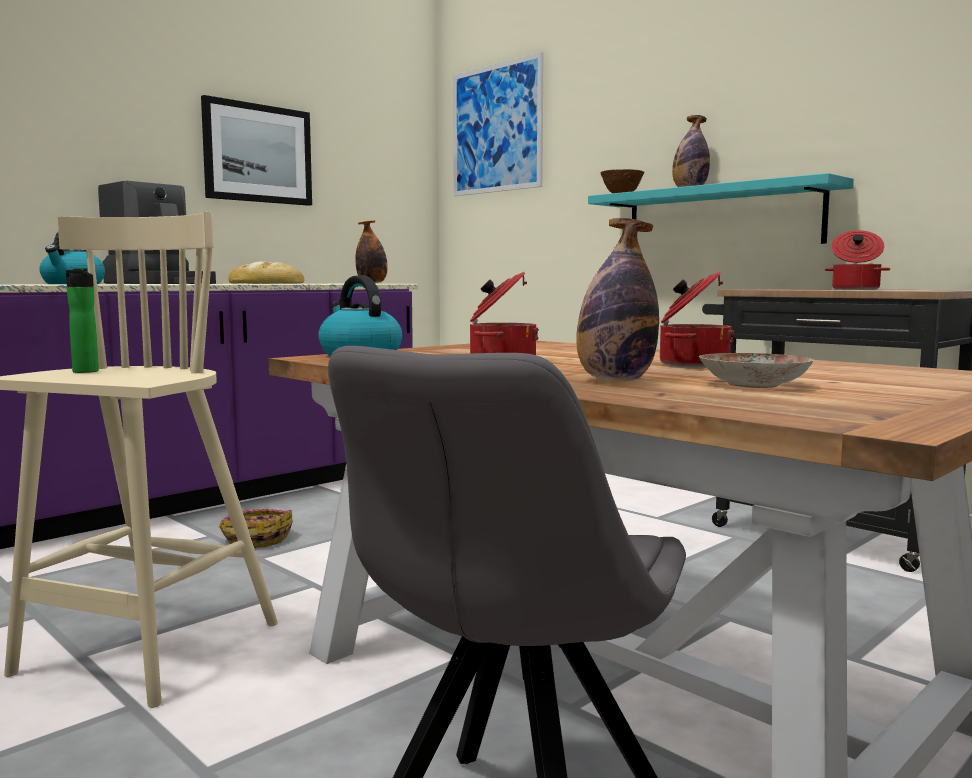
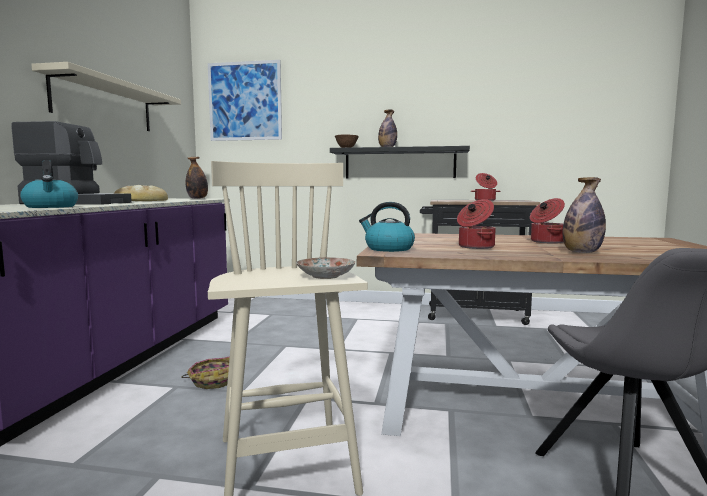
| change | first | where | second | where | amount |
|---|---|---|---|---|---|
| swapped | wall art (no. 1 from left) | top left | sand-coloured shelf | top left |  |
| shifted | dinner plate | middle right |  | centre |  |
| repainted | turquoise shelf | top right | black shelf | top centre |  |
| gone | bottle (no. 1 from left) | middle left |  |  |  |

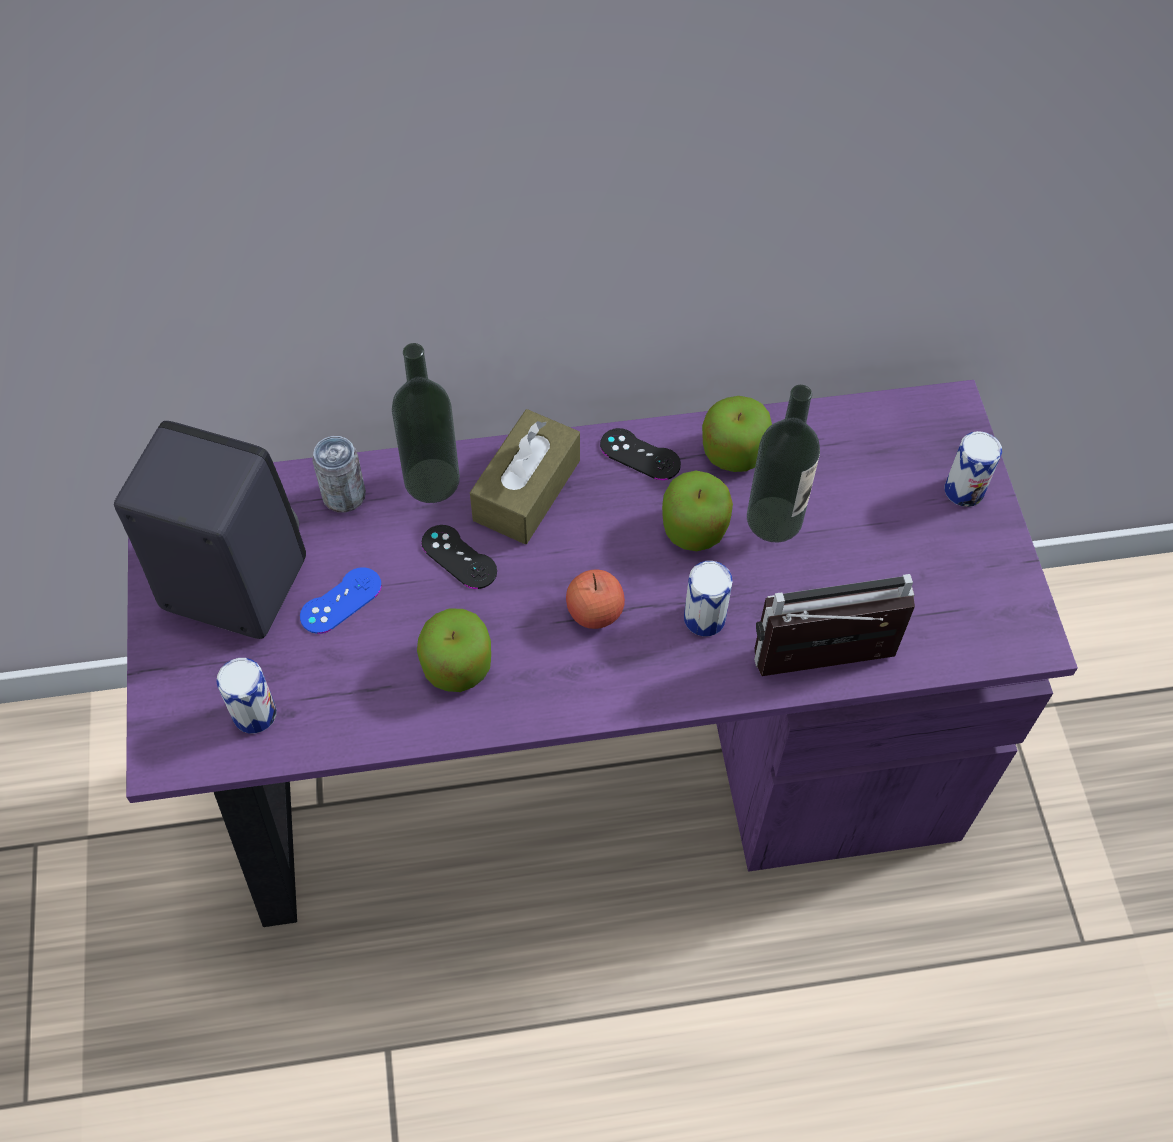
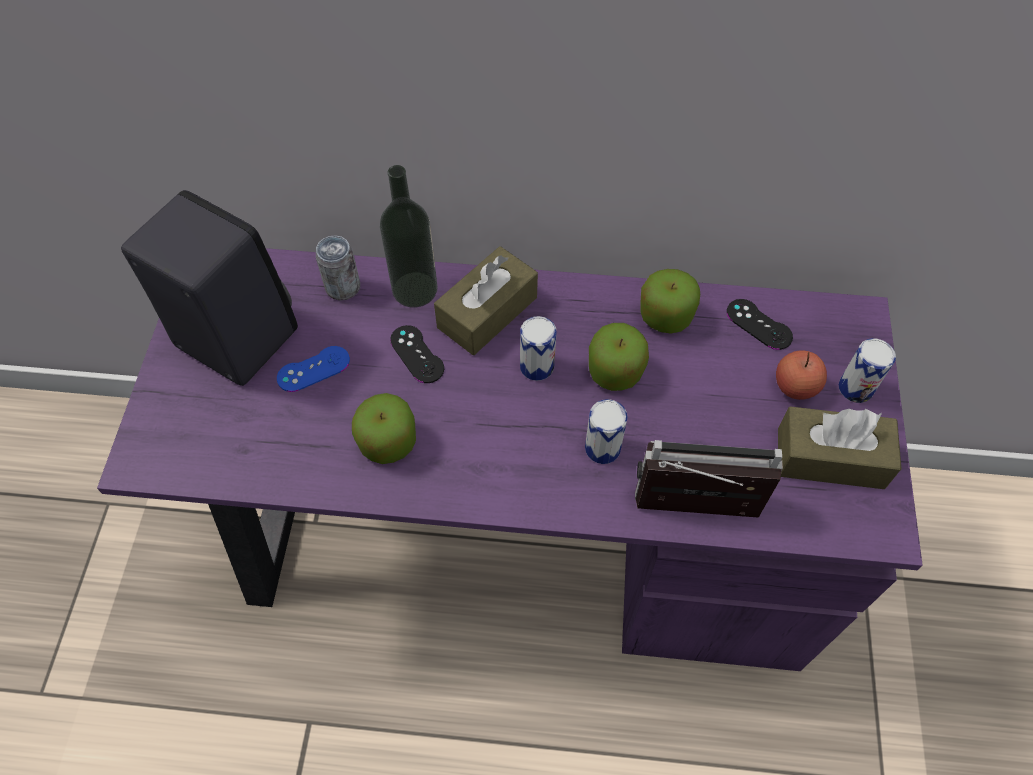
| change | first | where | second | where | amount |
|---|---|---|---|---|---|
| shifted | sealed can (no. 1 from left in the first image) | middle left | sealed can (no. 2 from left) | centre |  |
| shifted | black game controller (no. 2 from left) | centre |  | middle right |  |
| shifted | apple fruit (no. 2 from left in the first image) | centre | apple fruit (no. 4 from left) | middle right |  |
| new |  |  | brownish tissue box (no. 2 from left) | middle right |  |
| gone | bottle (no. 2 from left) | middle right |  |  |  |

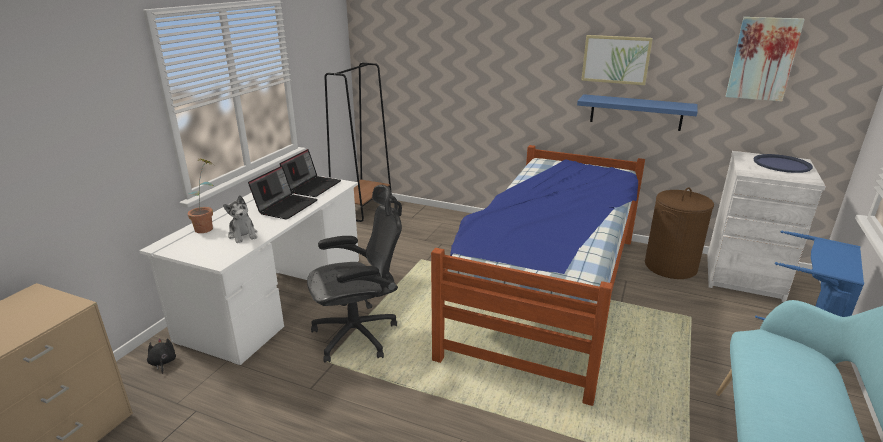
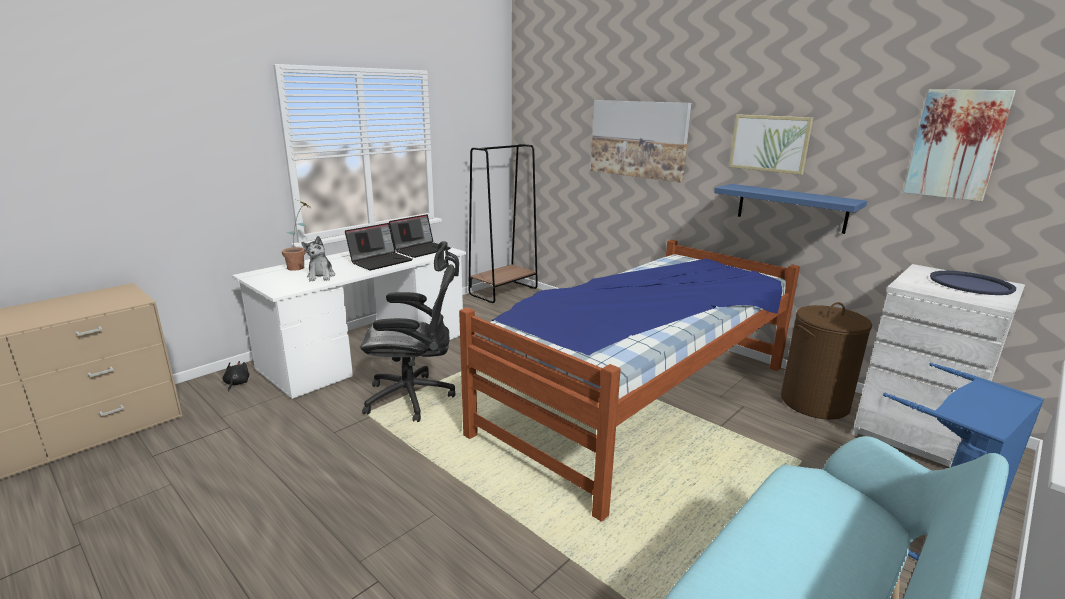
| change | first | where | second | where | amount |
|---|---|---|---|---|---|
| new |  |  | wall art (no. 1 from left) | top centre |  |

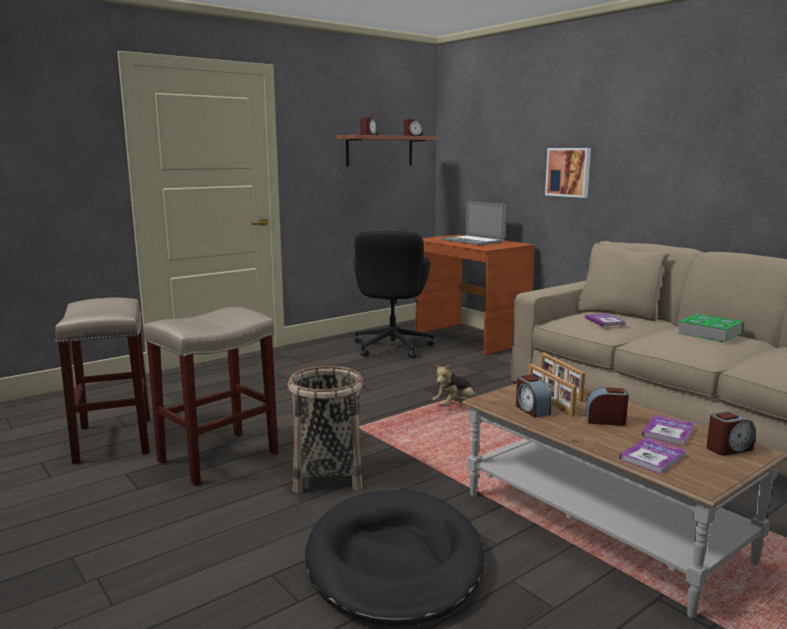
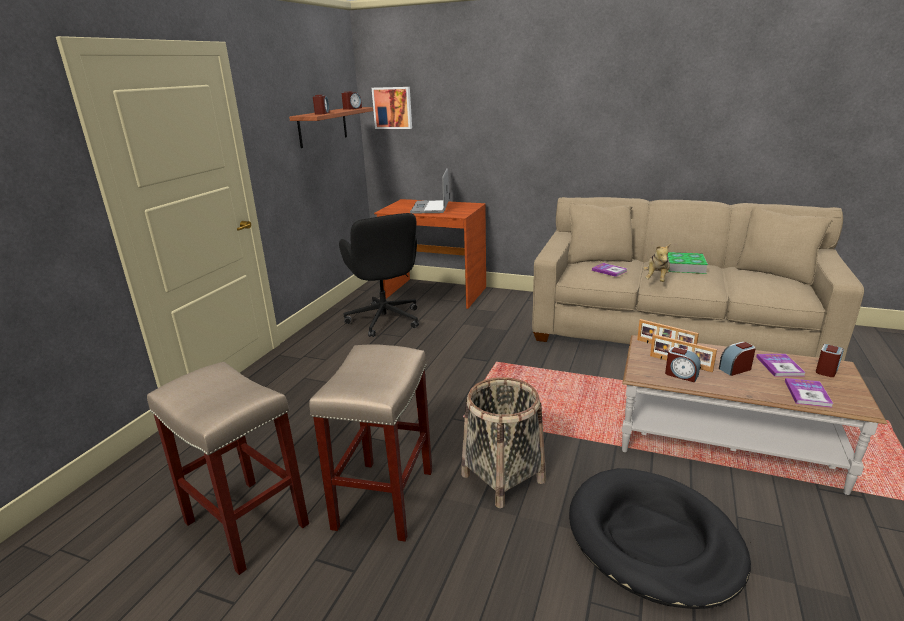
| change | first | where | second | where | amount |
|---|---|---|---|---|---|
| shifted | wall art | top right |  | top centre |  |
| rotated | laptop | centre |  | top centre | 75 degrees clockwise |
| shifted | cuddly toy | centre |  | middle right |  |

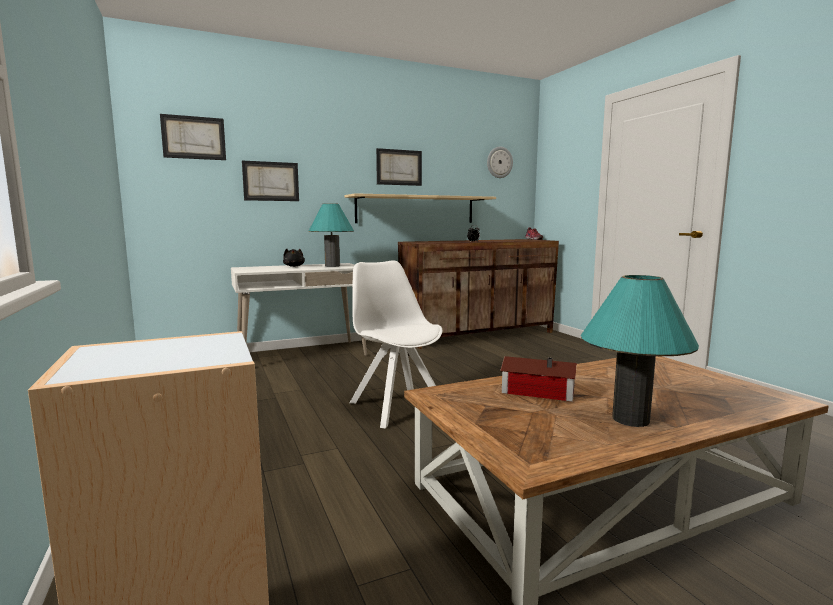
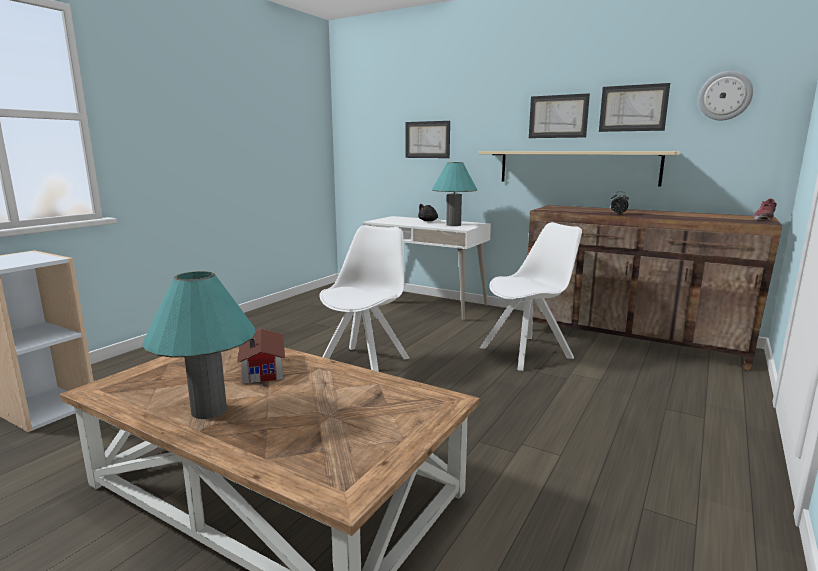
| change | first | where | second | where | amount |
|---|---|---|---|---|---|
| new |  |  | white-coloured upright chair (no. 2 from left) | centre |  |
| shifted | wall art (no. 1 from left in the first image) | top left | wall art (no. 3 from left) | top right |  |

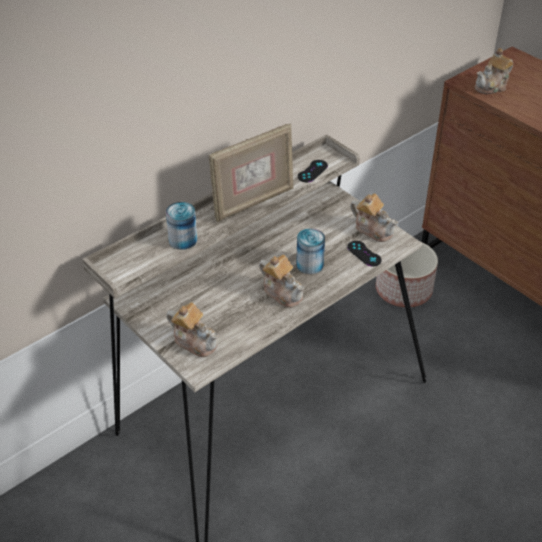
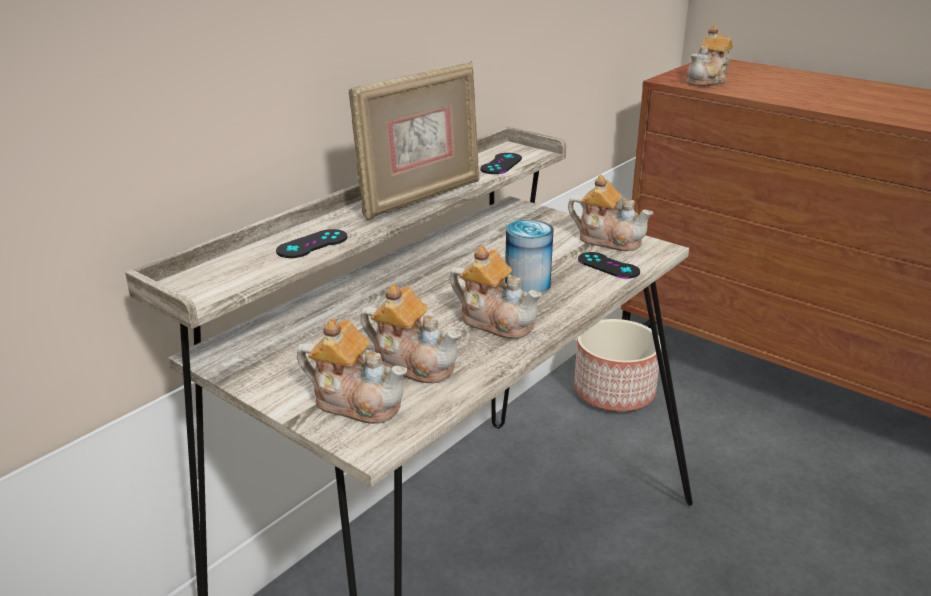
| change | first | where | second | where | amount |
|---|---|---|---|---|---|
| swapped | sealed can (no. 1 from left) | centre | black game controller (no. 1 from left) | centre |  |
| new |  |  | pot for tea (no. 2 from left) | centre |  |

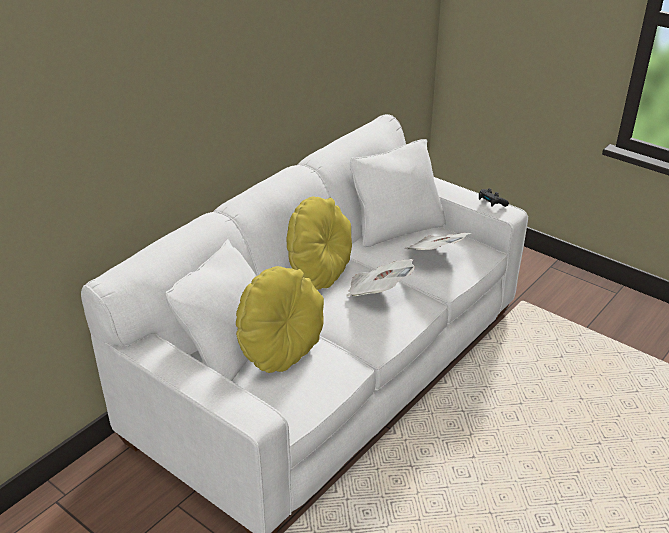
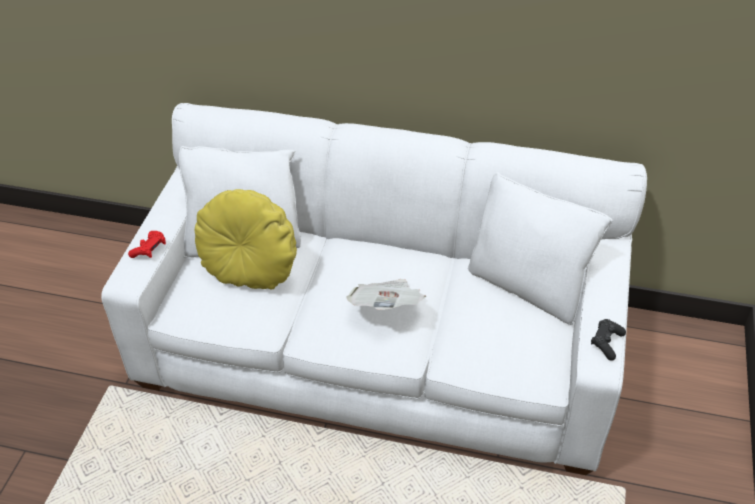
| change | first | where | second | where | amount |
|---|---|---|---|---|---|
| new |  |  | reddish game controller | middle left |  |
| gone | yellow pillow (no. 2 from left) | centre |  |  |  |
| gone | newspaper (no. 2 from left) | centre |  |  |  |

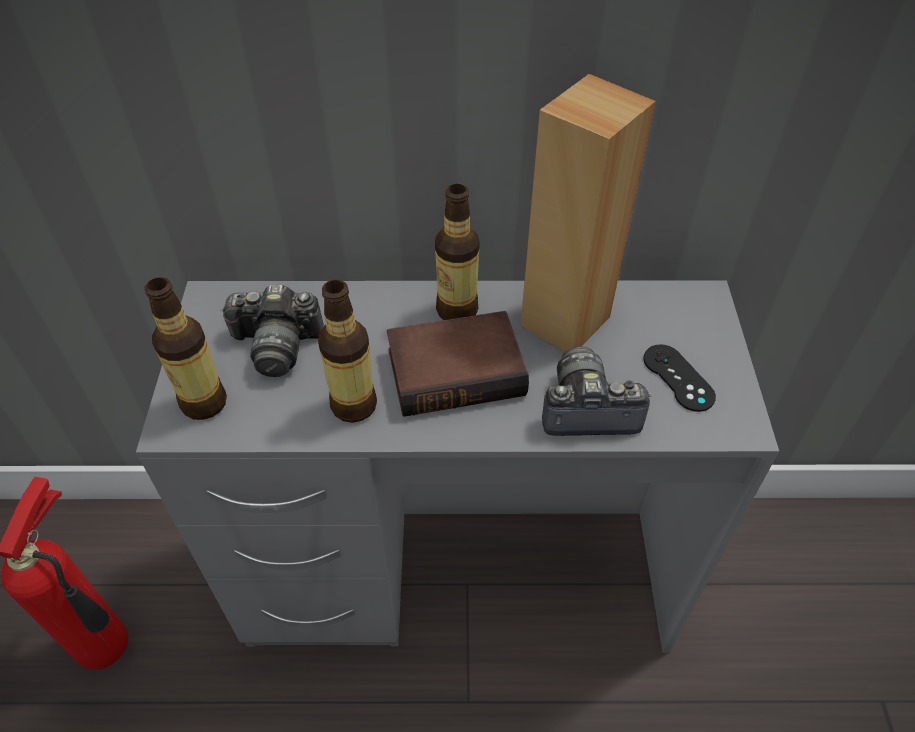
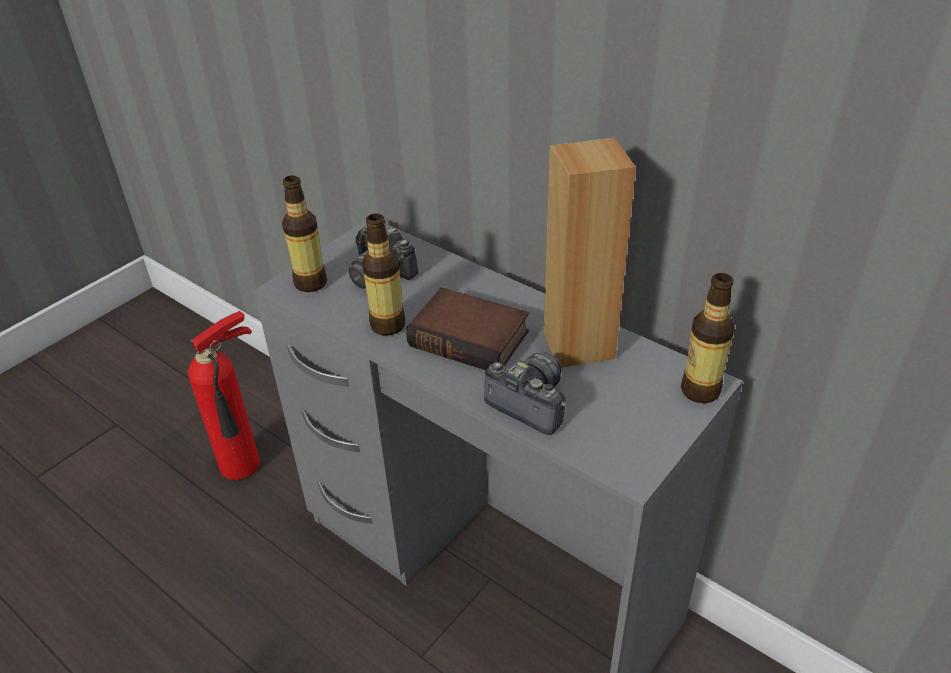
| change | first | where | second | where | amount |
|---|---|---|---|---|---|
| shifted | bottle (no. 3 from left) | centre |  | middle right |  |
| gone | black game controller | middle right |  |  |  |

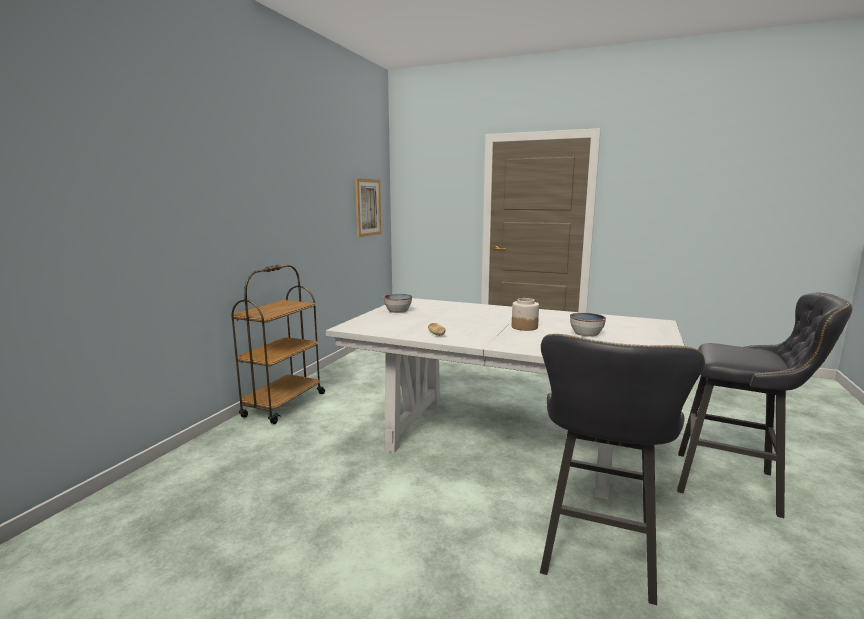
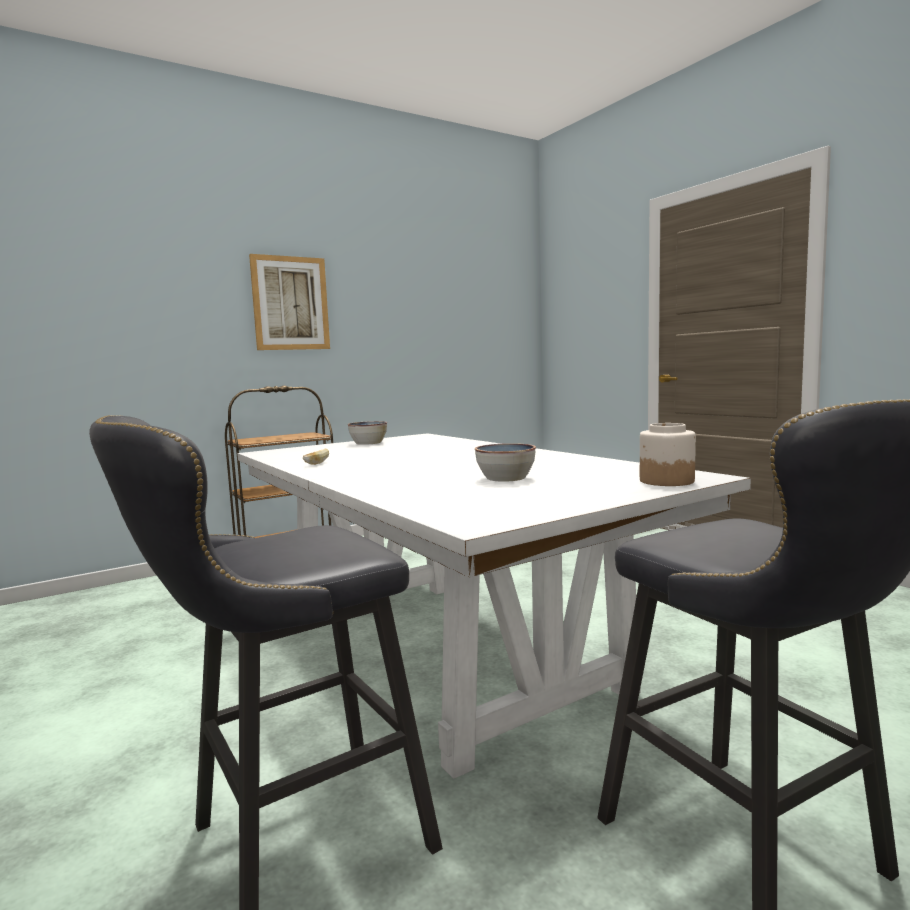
| change | first | where | second | where | amount |
|---|---|---|---|---|---|
| shifted | wall art | centre |  | top left |  |
| shifted | storage jar | centre |  | middle right |  |

